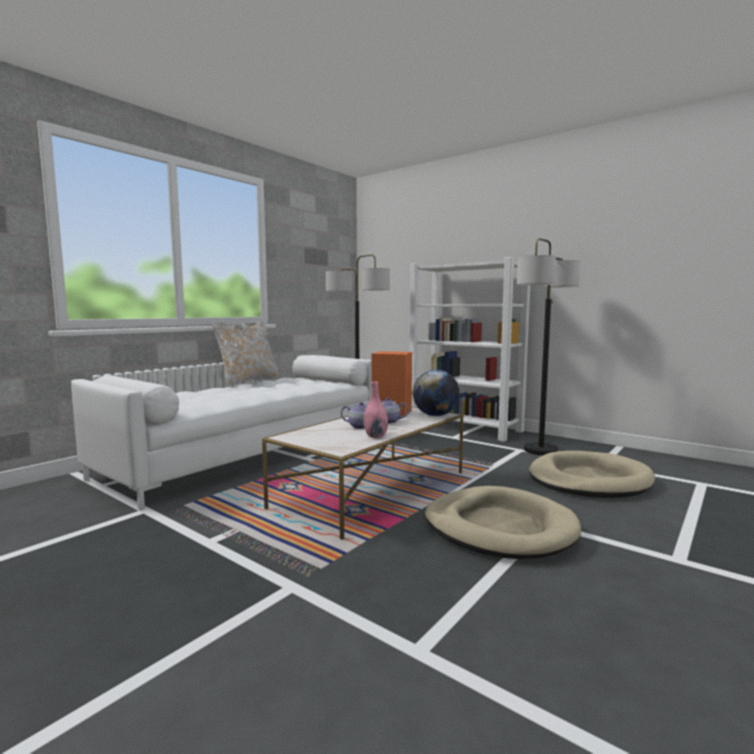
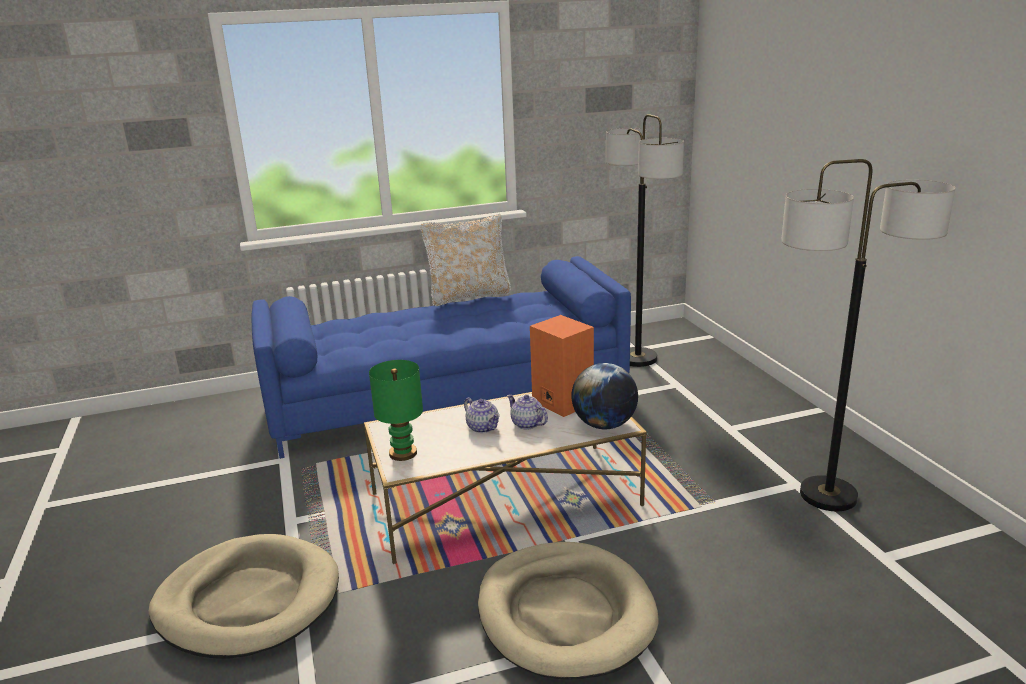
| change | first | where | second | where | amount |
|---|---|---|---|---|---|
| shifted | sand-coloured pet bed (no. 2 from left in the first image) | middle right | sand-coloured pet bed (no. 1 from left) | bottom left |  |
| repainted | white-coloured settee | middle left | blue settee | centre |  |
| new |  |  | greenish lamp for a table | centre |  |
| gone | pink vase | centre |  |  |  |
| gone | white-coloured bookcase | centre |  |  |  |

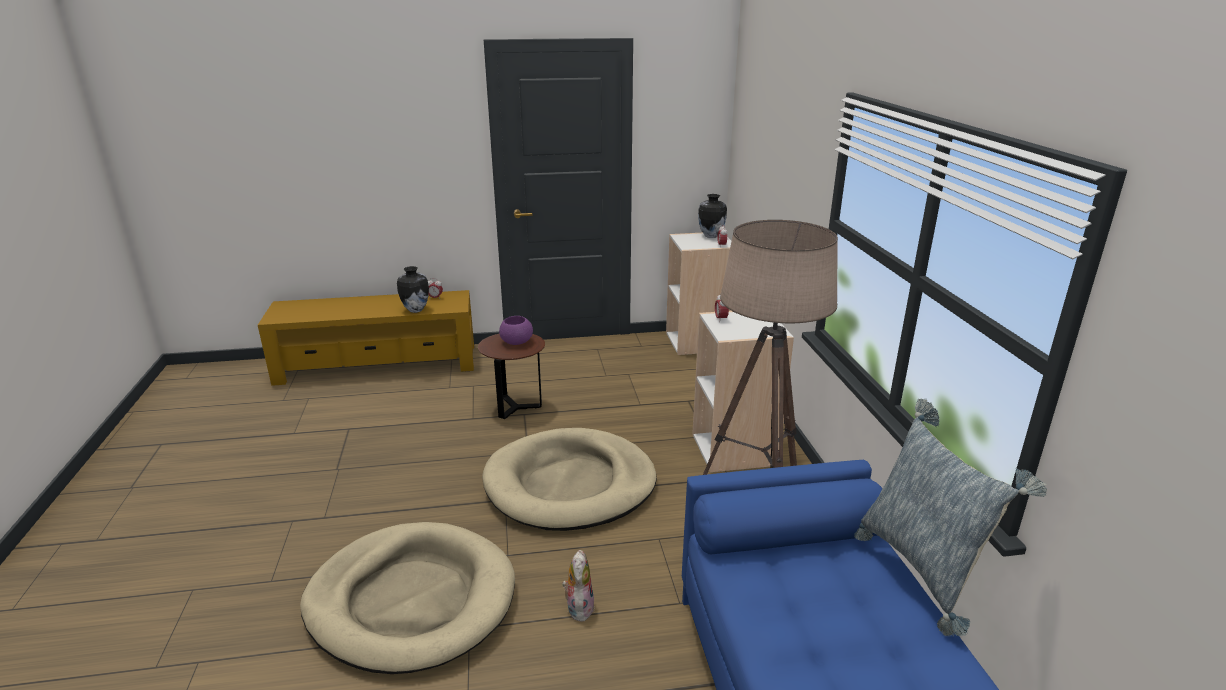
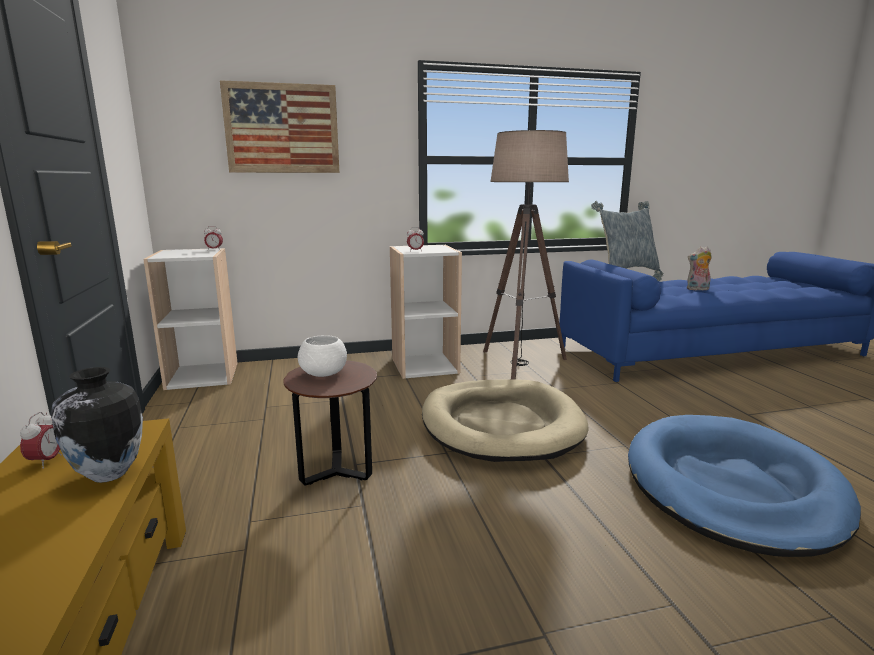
| change | first | where | second | where | amount |
|---|---|---|---|---|---|
| new |  |  | wall art | top left |  |
| repainted | purple-coloured serving bowl | centre | white-coloured serving bowl | centre |  |
| repainted | sand-coloured pet bed (no. 1 from left) | bottom left | blue pet bed | bottom right |  |
| shifted | cuddly toy | bottom centre |  | middle right |  |
| gone | vase (no. 2 from left) | top centre |  |  |  |

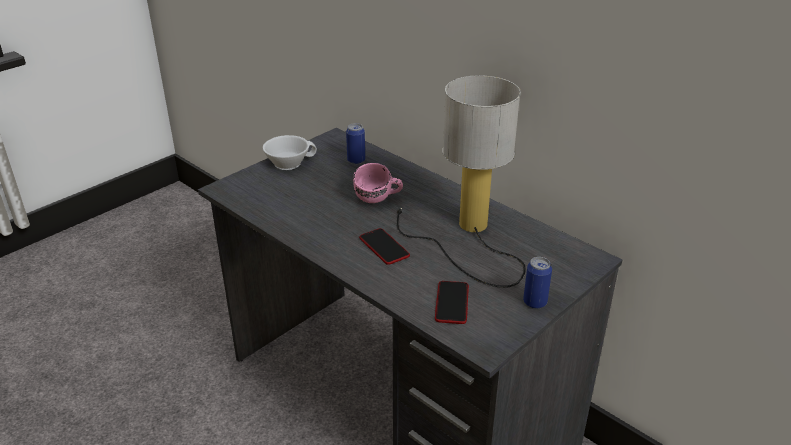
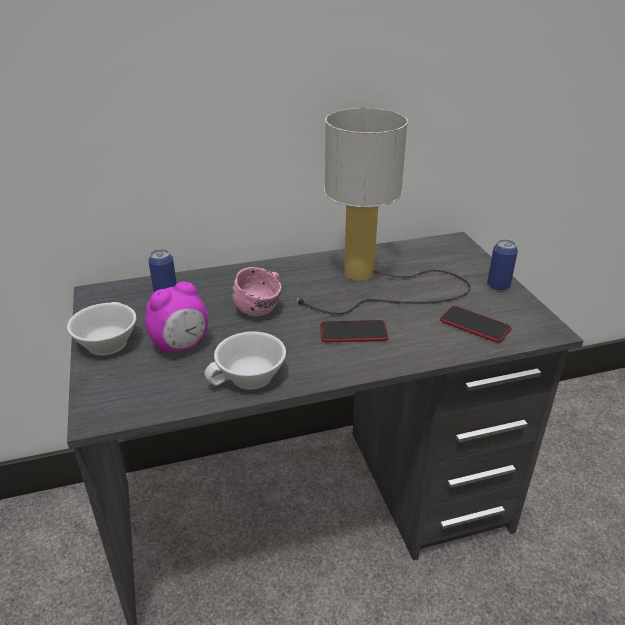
| change | first | where | second | where | amount |
|---|---|---|---|---|---|
| new |  |  | bedside clock | middle left |  |
| new |  |  | white-coloured drinking cup (no. 2 from left) | centre |  |

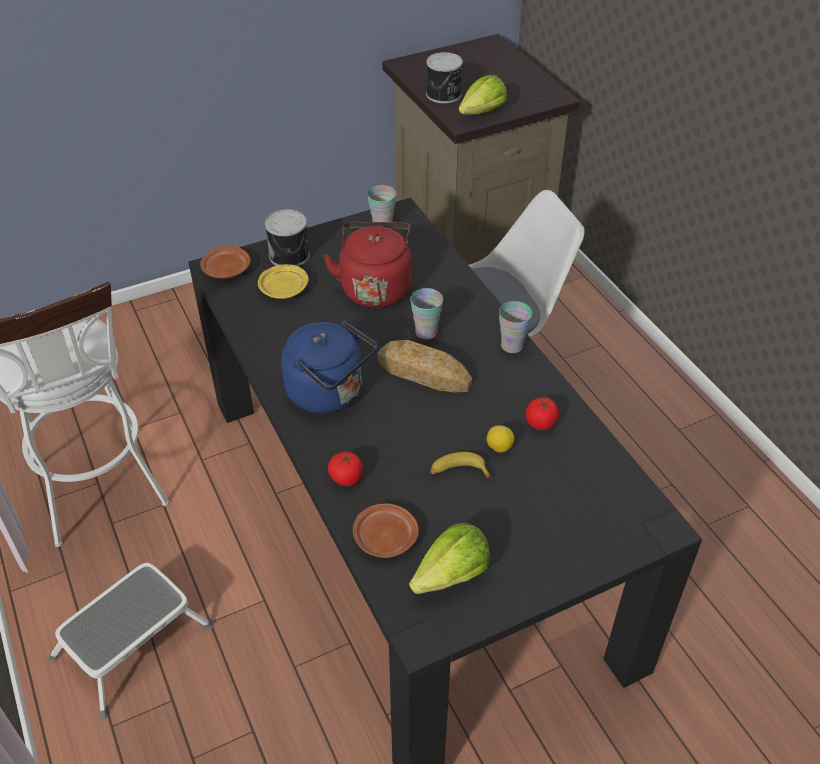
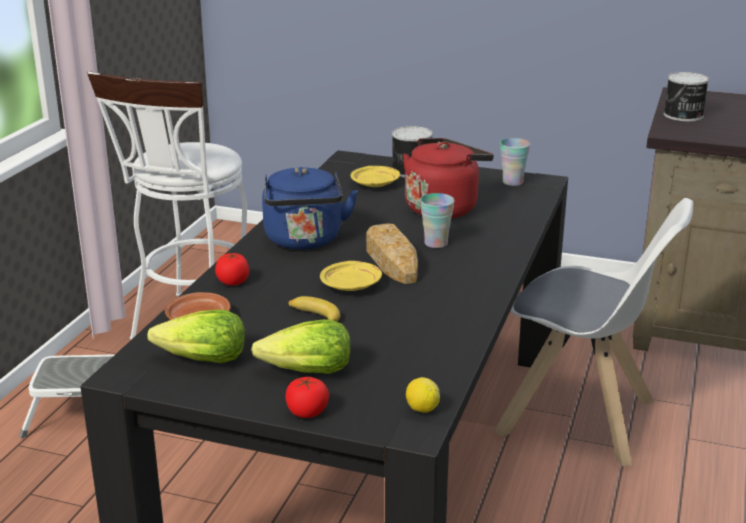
| change | first | where | second | where | amount |
|---|---|---|---|---|---|
| shifted | lettuce (no. 2 from left) | top centre |  | centre |  |
| shifted | fresh tomato (no. 2 from left) | centre |  | bottom centre |  |
| new |  |  | yellow dinner plate (no. 1 from left) | centre |  |
| shifted | lemon | centre |  | bottom centre |  |
| gone | brownish dinner plate (no. 1 from left) | middle left |  |  |  |
| gone | drinking cup (no. 3 from left) | centre |  |  |  |

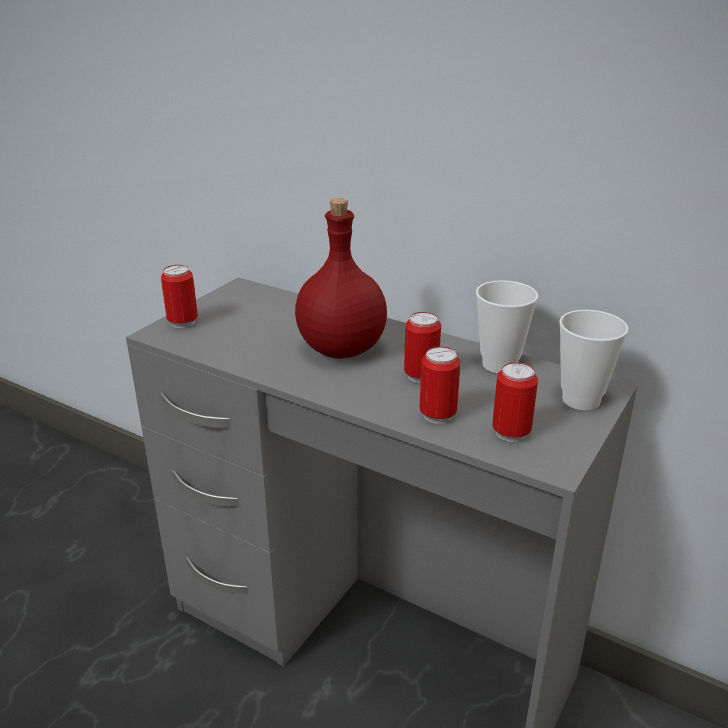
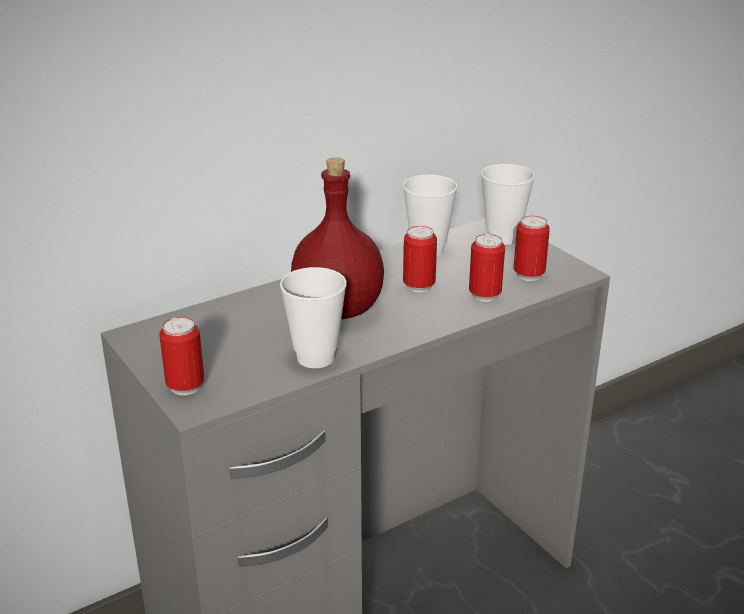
| change | first | where | second | where | amount |
|---|---|---|---|---|---|
| new |  |  | drinking cup (no. 1 from left) | centre |  |

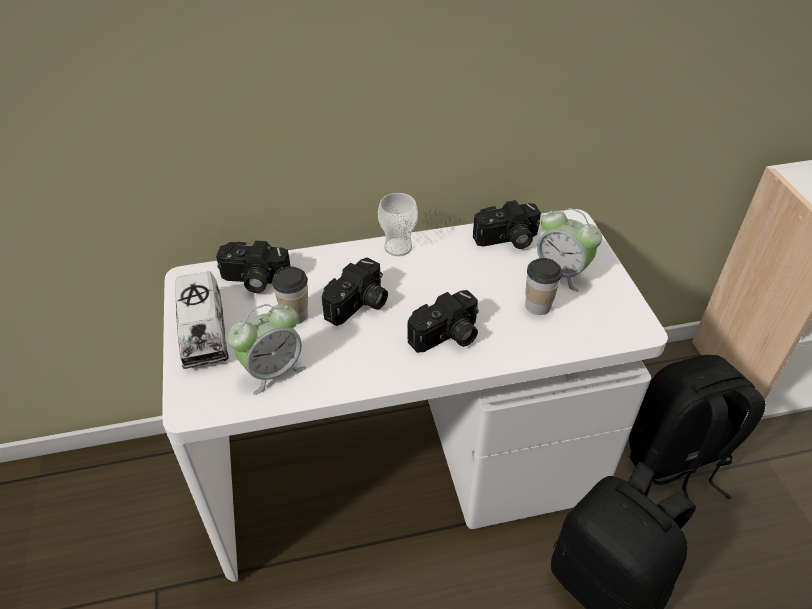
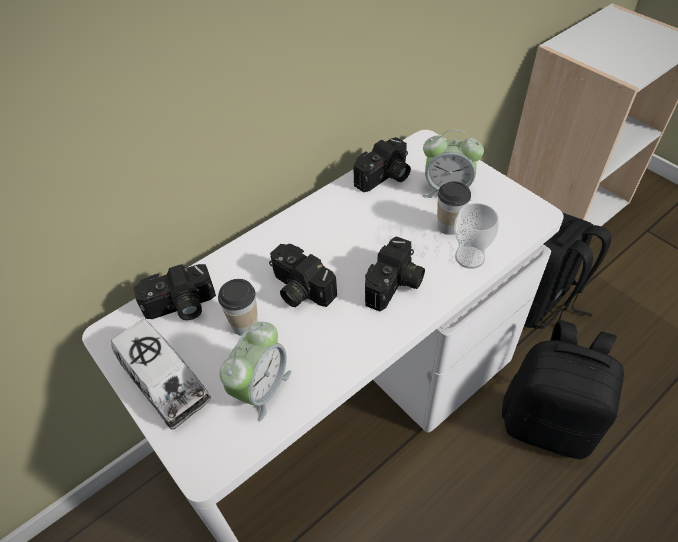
| change | first | where | second | where | amount |
|---|---|---|---|---|---|
| rotated | still camera (no. 2 from left) | centre |  | centre | 120 degrees clockwise |
| shifted | drinking cup (no. 2 from left in the first image) | centre | drinking cup (no. 3 from left) | middle right |  |

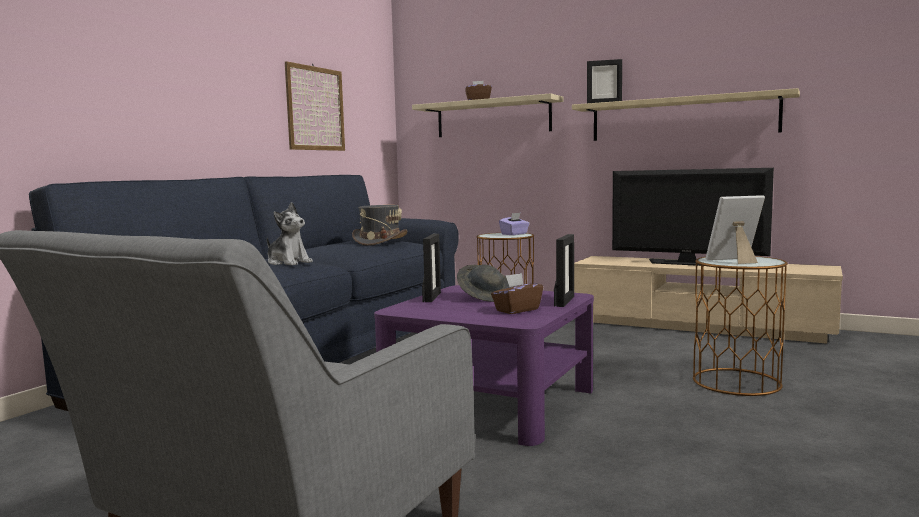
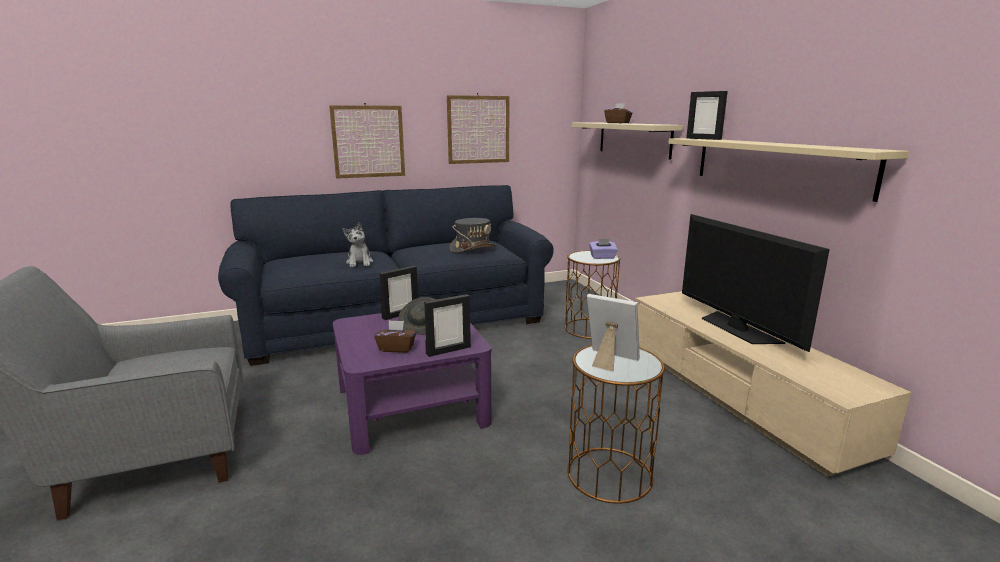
| change | first | where | second | where | amount |
|---|---|---|---|---|---|
| new |  |  | wall art (no. 1 from left) | top centre |  |

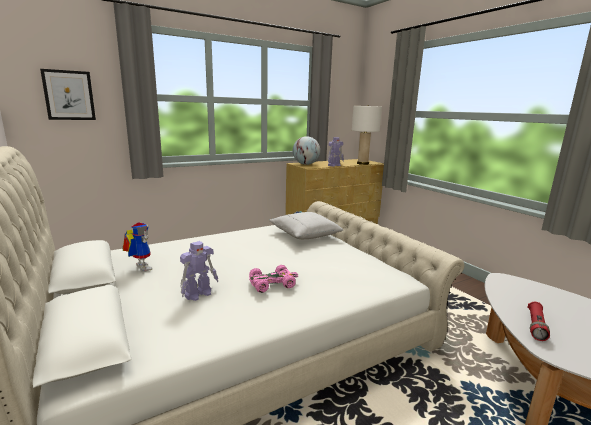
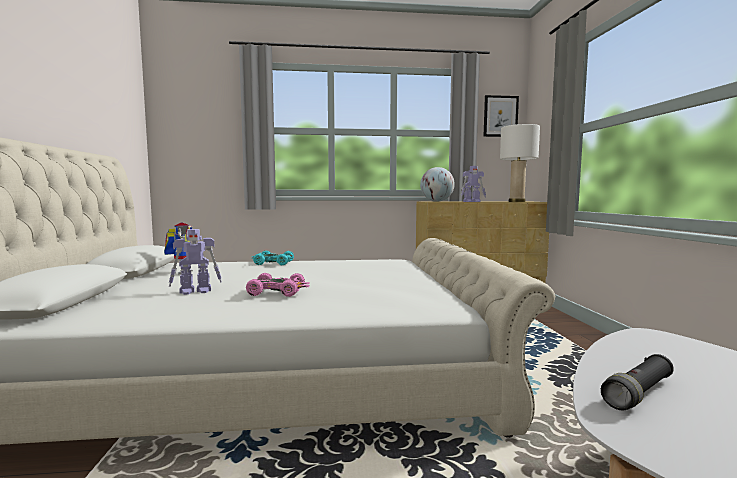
| change | first | where | second | where | amount |
|---|---|---|---|---|---|
| new |  |  | turquoise miniature car | centre |  |
| shifted | wall art | top left |  | top right |  |
| repainted | reddish flashlight | bottom right | black flashlight | bottom right |  |
| gone | gray pillow | centre |  |  |  |

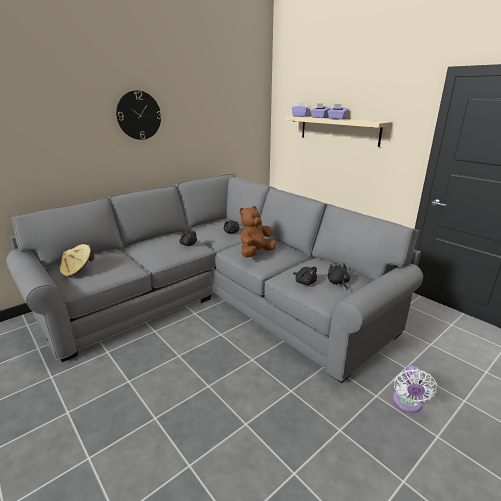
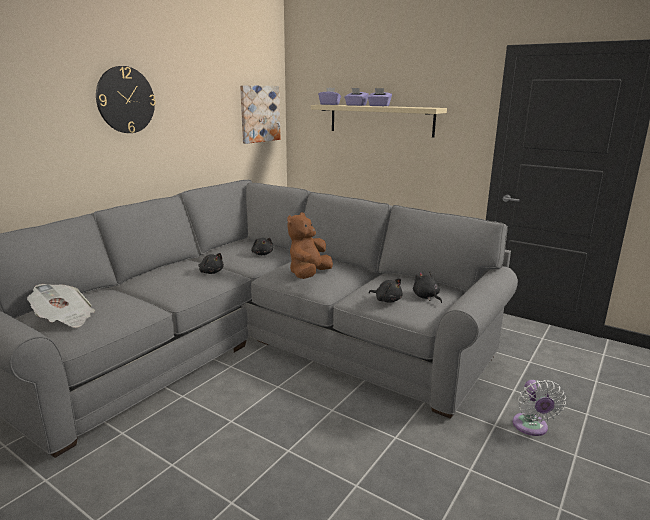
| change | first | where | second | where | amount |
|---|---|---|---|---|---|
| swapped | sand-coloured wearable hat | middle left | newspaper | middle left |  |
| new |  |  | wall art | top centre |  |

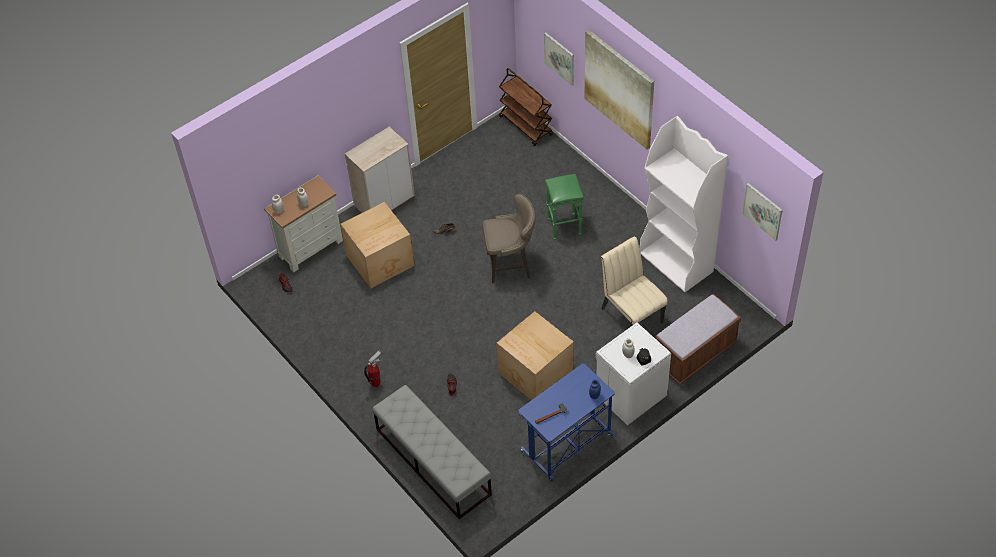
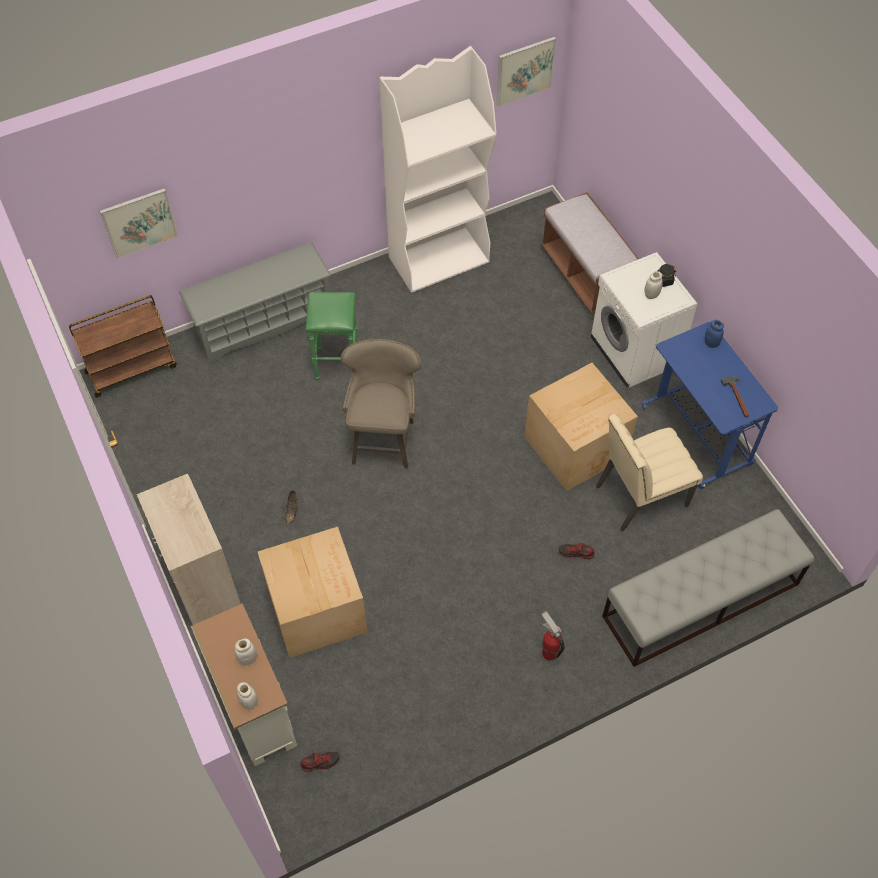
| change | first | where | second | where | amount |
|---|---|---|---|---|---|
| new |  |  | gray shoe shelf | middle left |  |
| shifted | sand-coloured upright chair | centre |  | middle right |  |
| gone | wall art (no. 2 from left) | top centre |  |  |  |

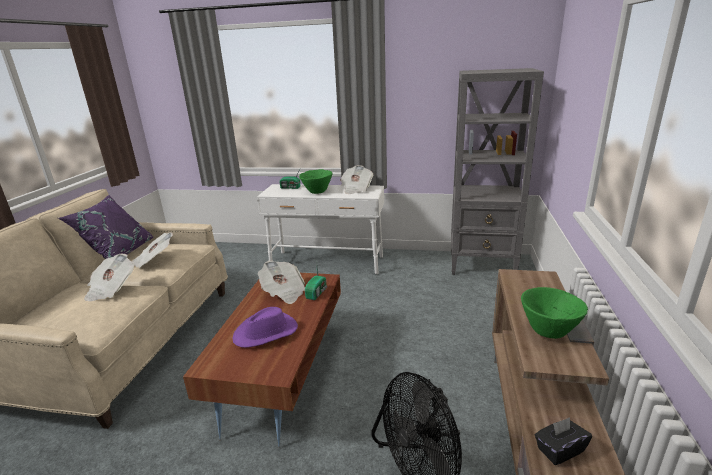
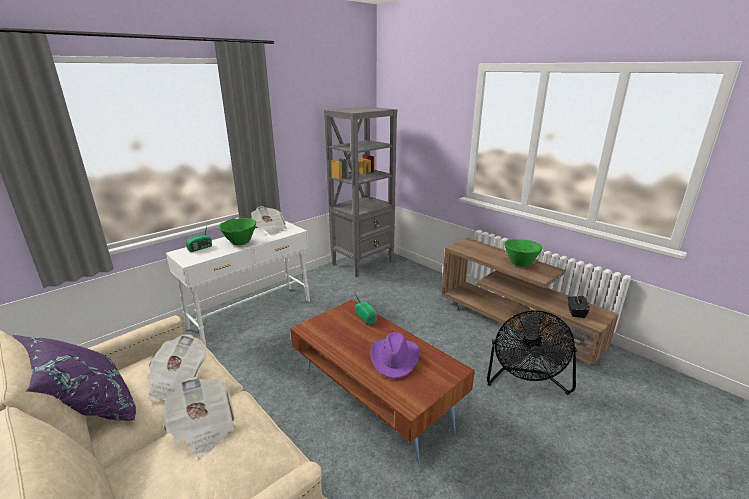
| change | first | where | second | where | amount |
|---|---|---|---|---|---|
| gone | newspaper (no. 3 from left) | centre |  |  |  |

